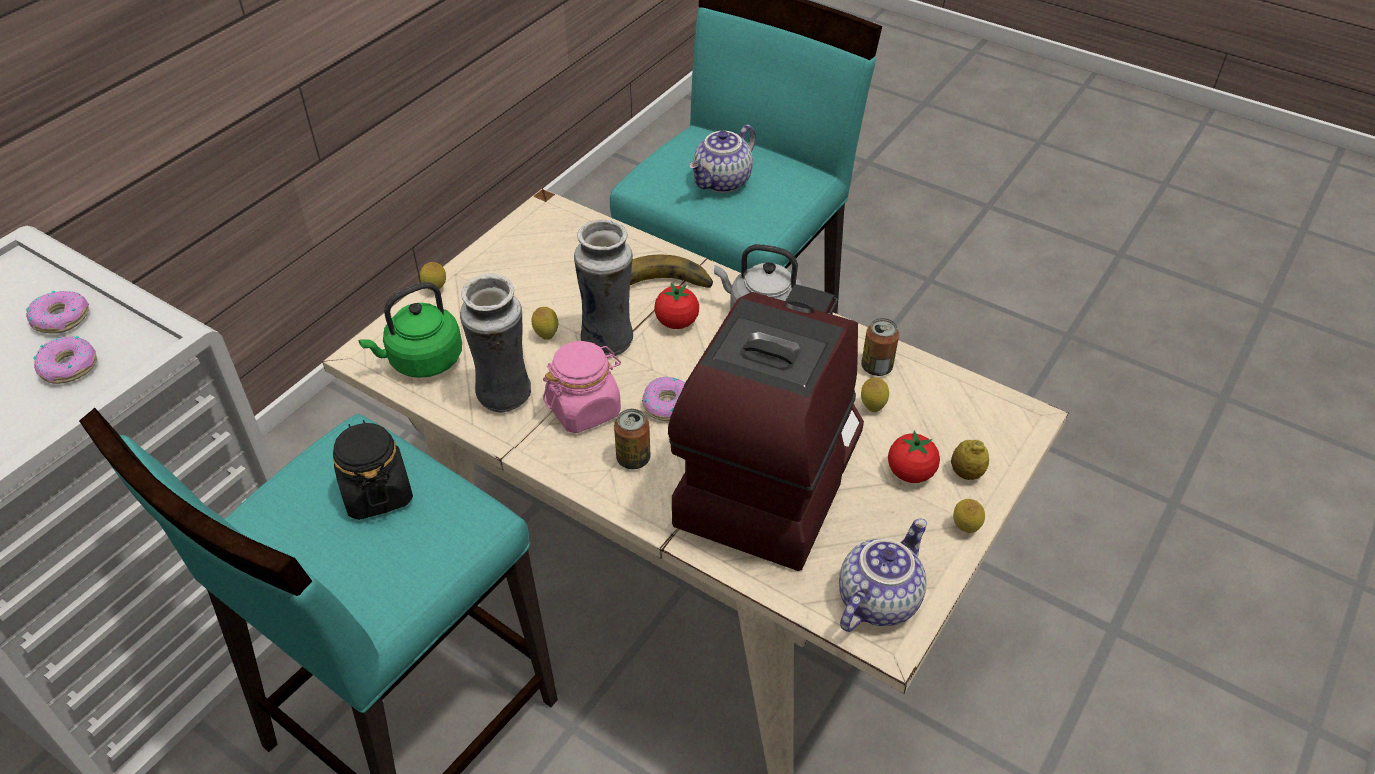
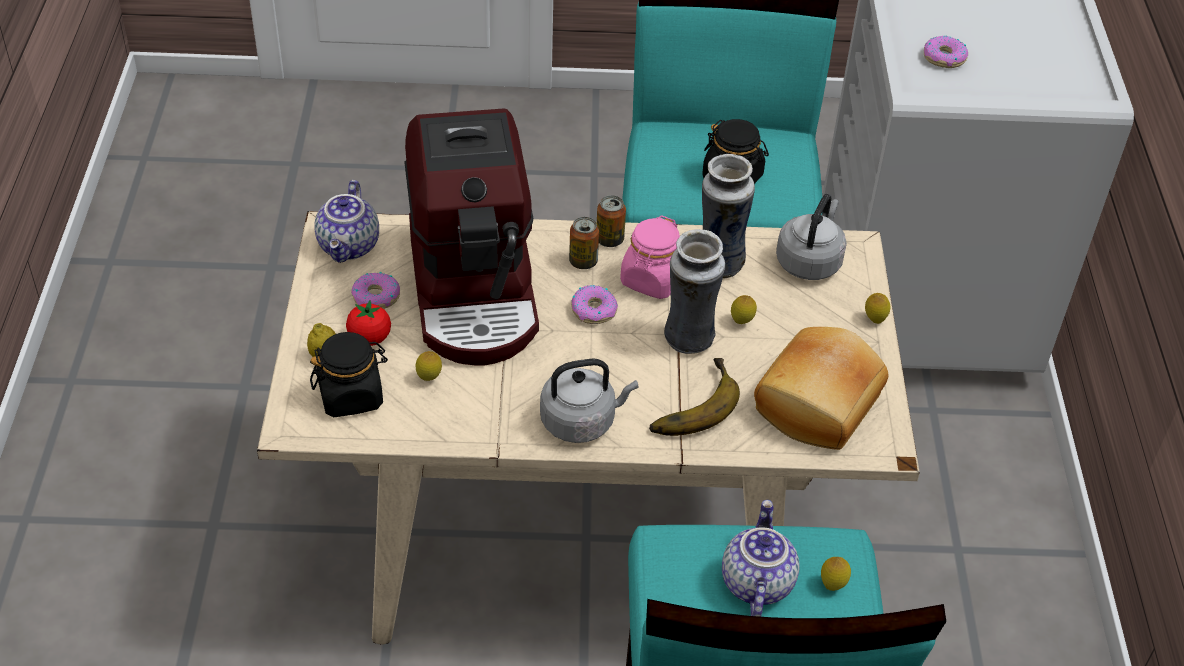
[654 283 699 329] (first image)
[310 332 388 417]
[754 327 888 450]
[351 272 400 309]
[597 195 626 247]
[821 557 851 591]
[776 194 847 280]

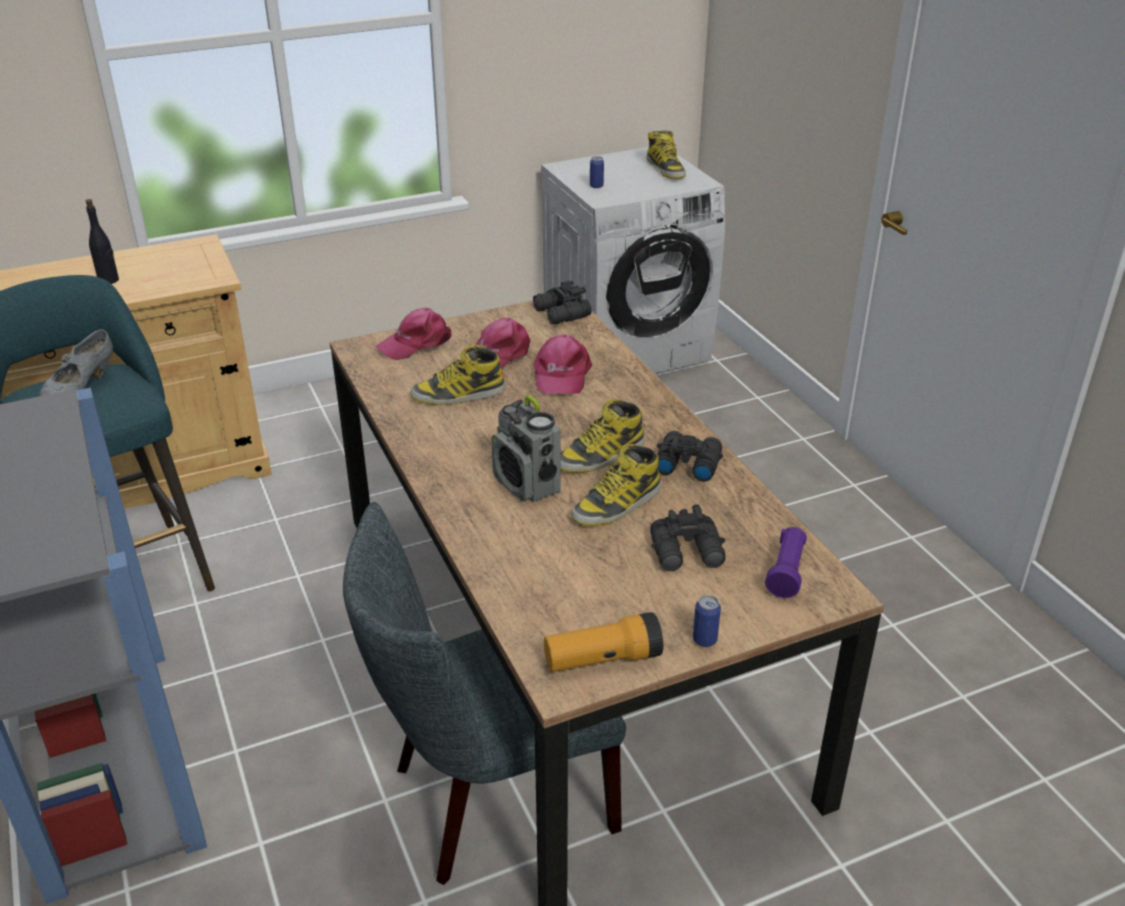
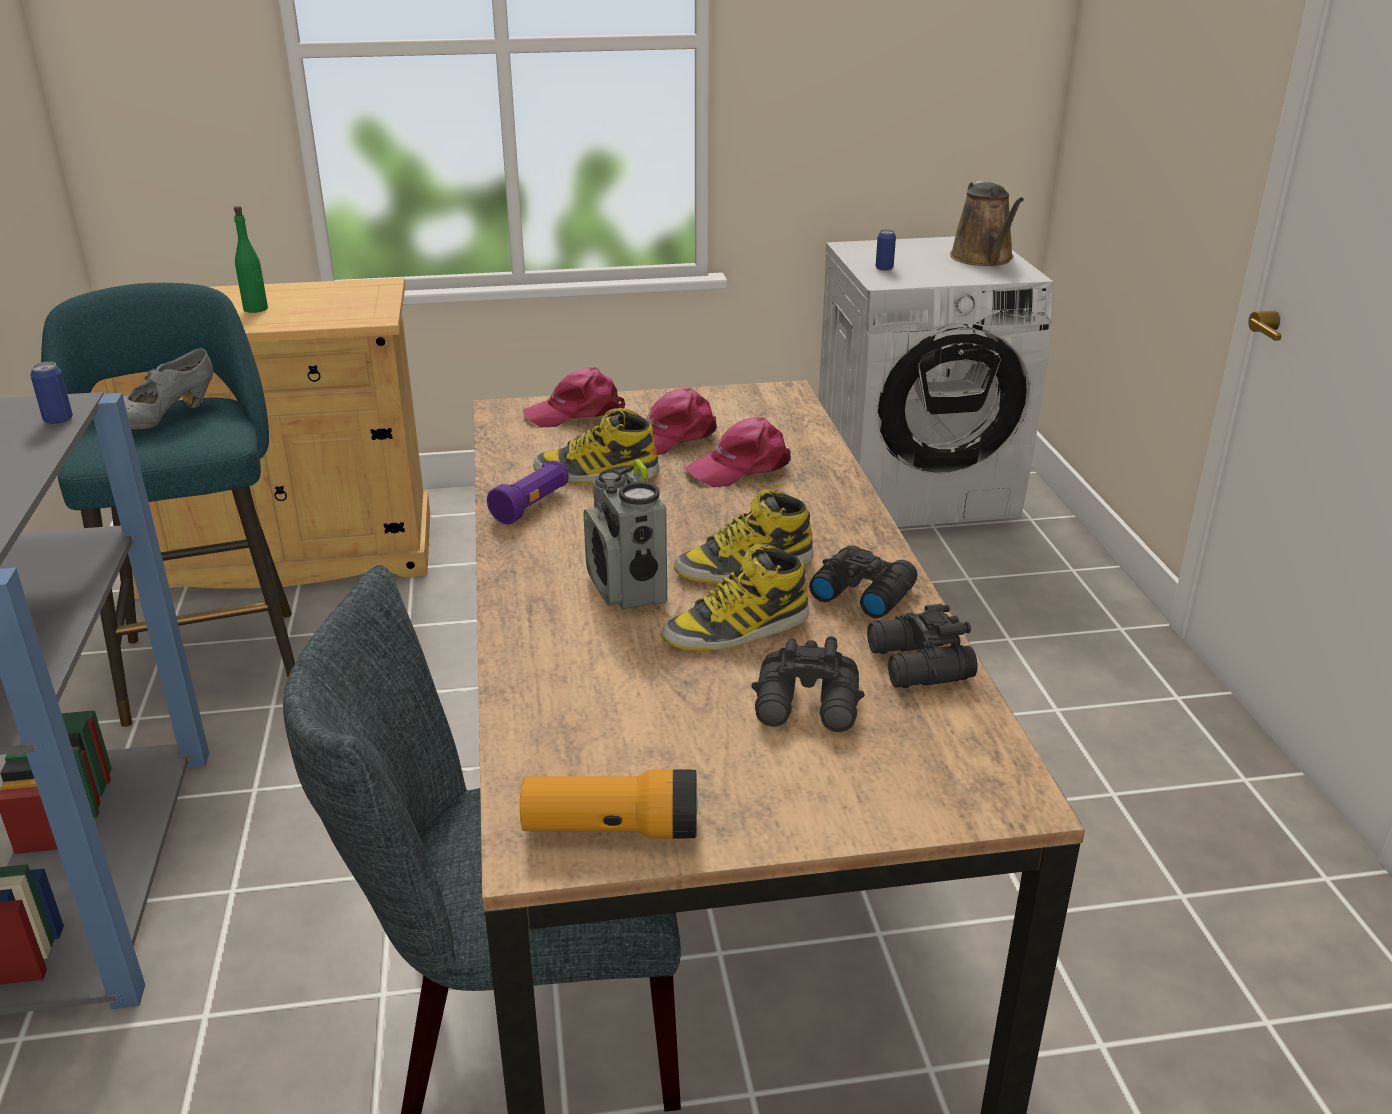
[867 604 978 688]
[30 362 73 425]
[487 460 569 524]
[950 181 1024 266]
[234 206 268 313]
[684 417 791 487]

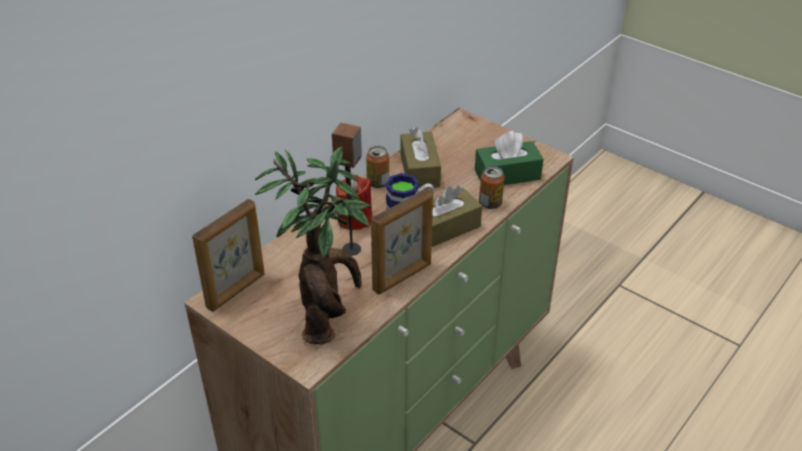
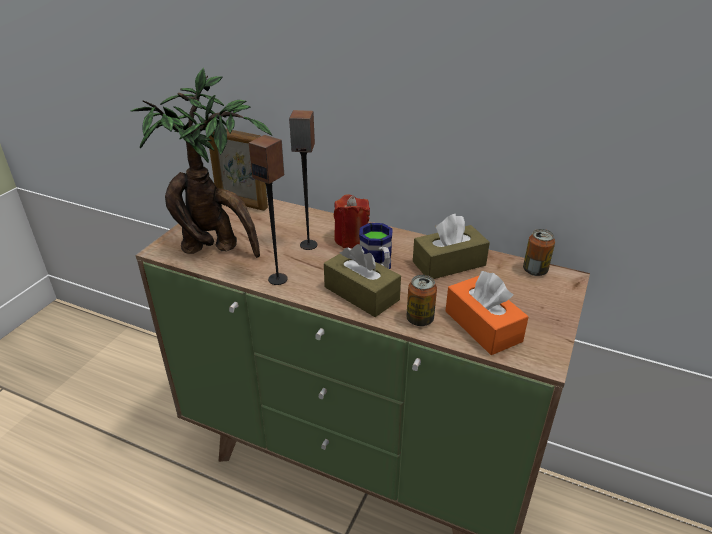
[523 229 555 276]
[249 135 288 285]
[445 271 529 355]

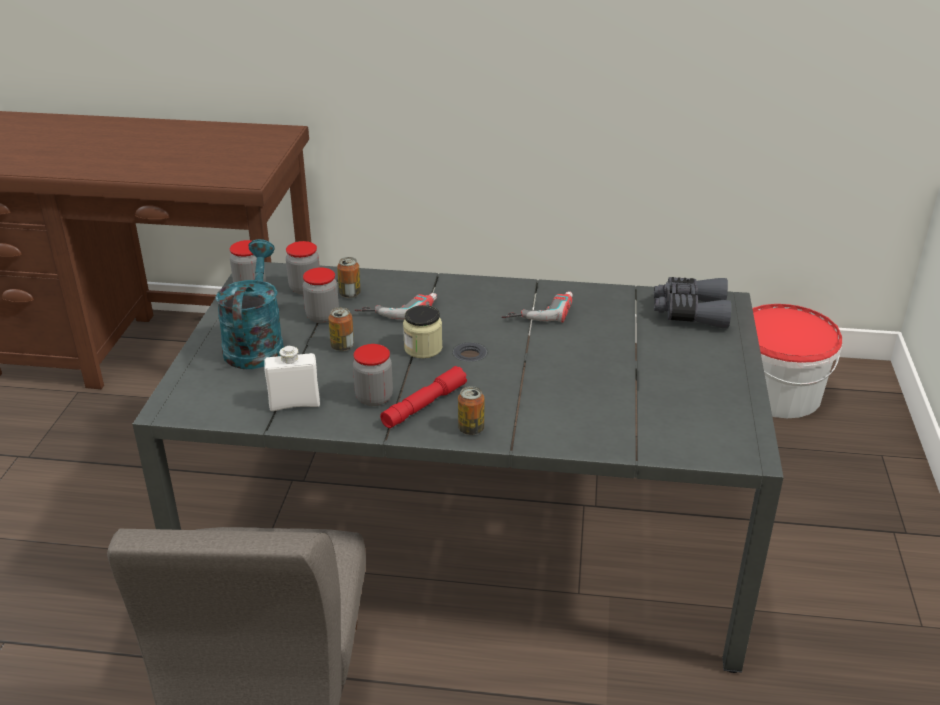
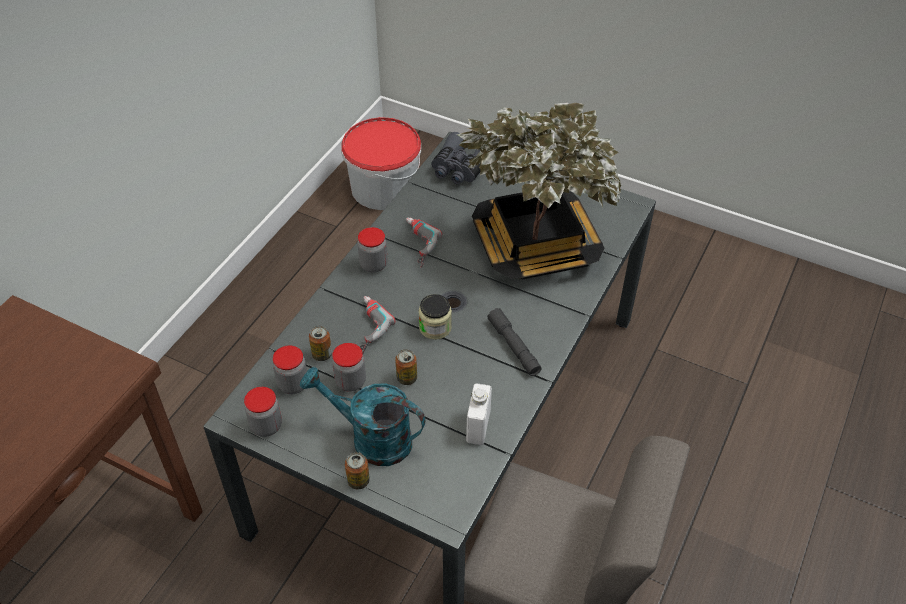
[456 103 621 279]
[358 227 387 273]
[345 452 370 490]
[487 308 542 376]

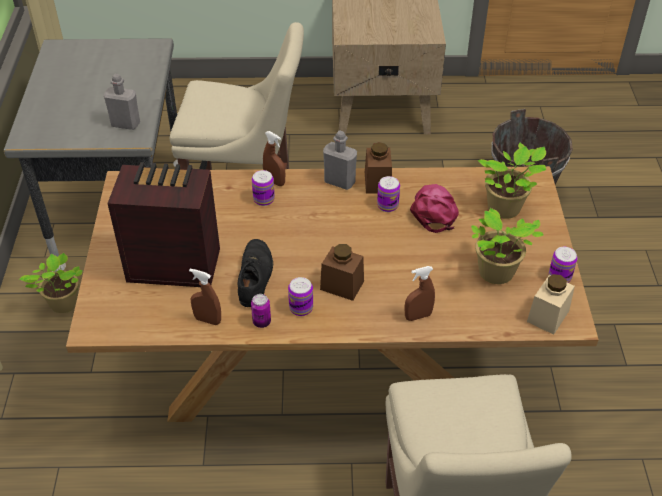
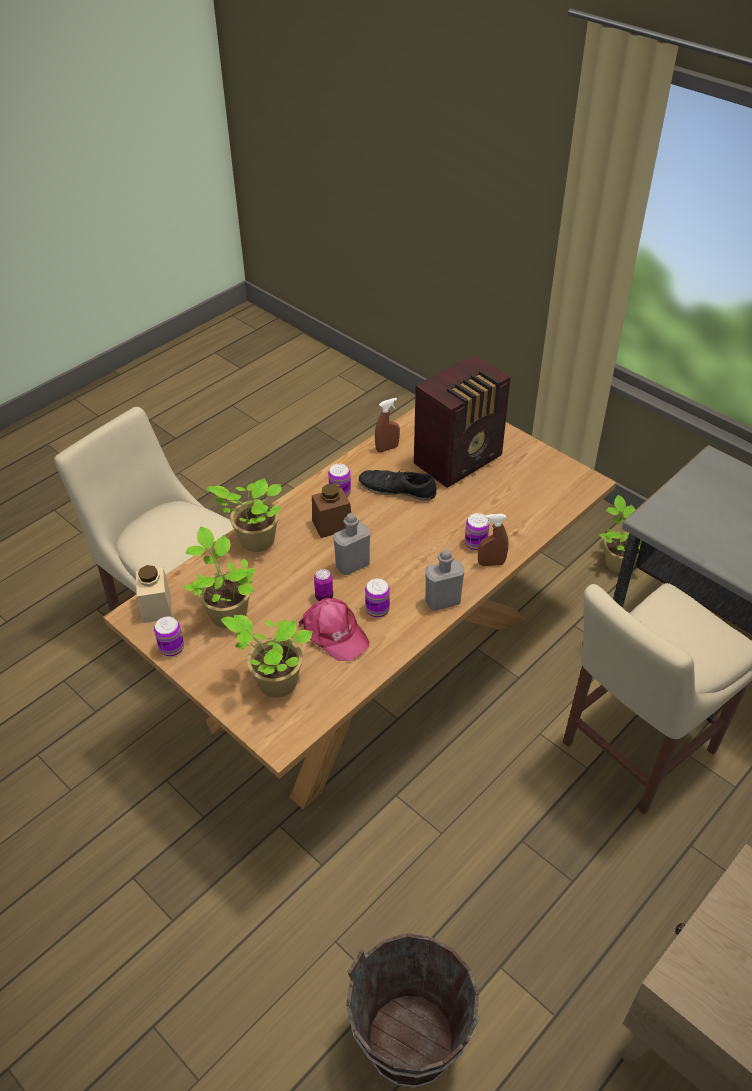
[365 142 392 194] (first image)
[333 513 370 575]
[314 569 333 601]
[206 478 281 552]
[359 470 436 501]

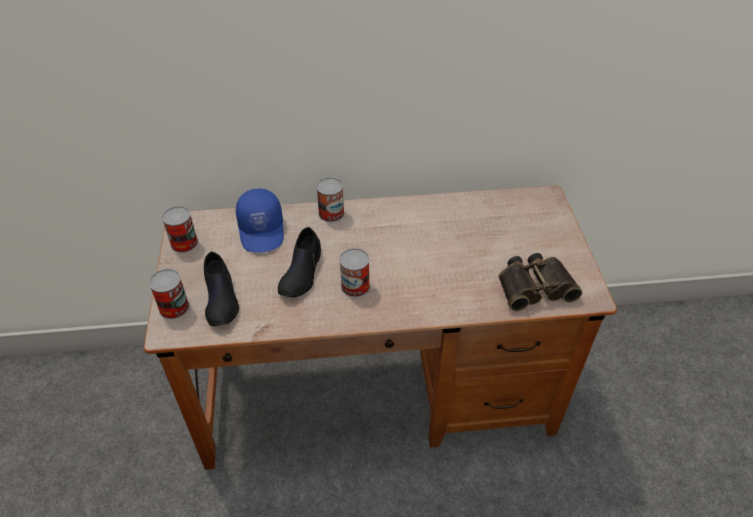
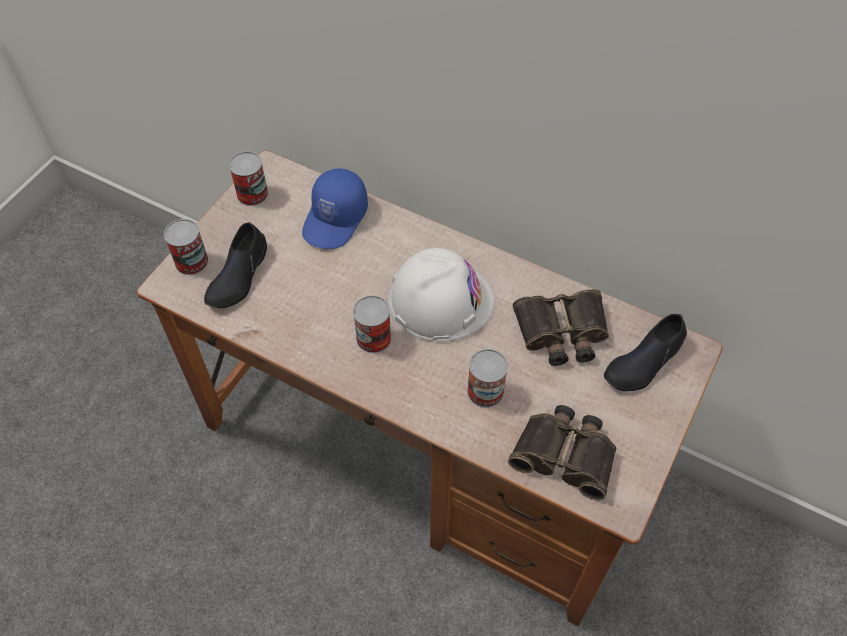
[388 248 494 341]
[513 289 609 366]
[604 314 687 391]
[467 349 508 408]

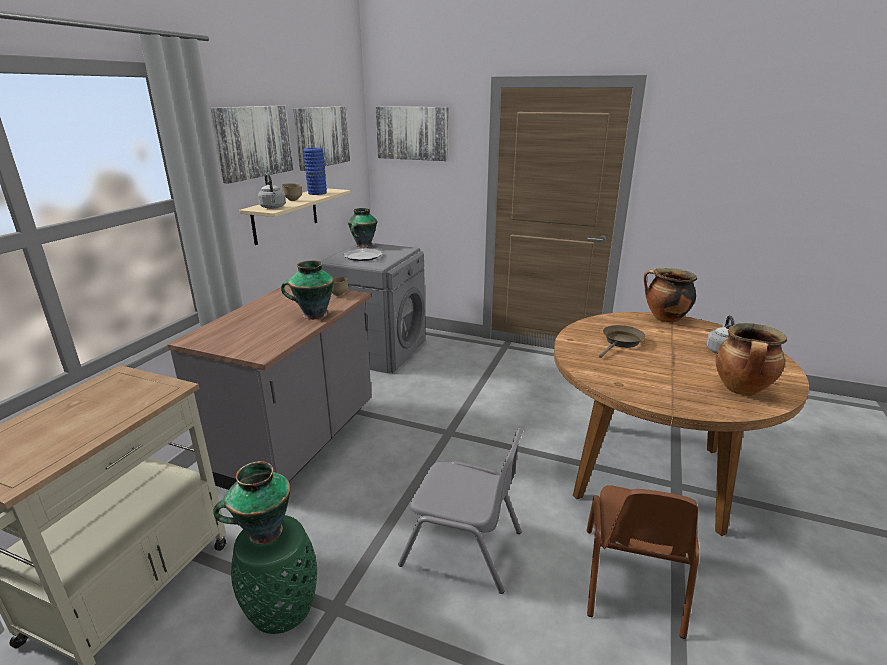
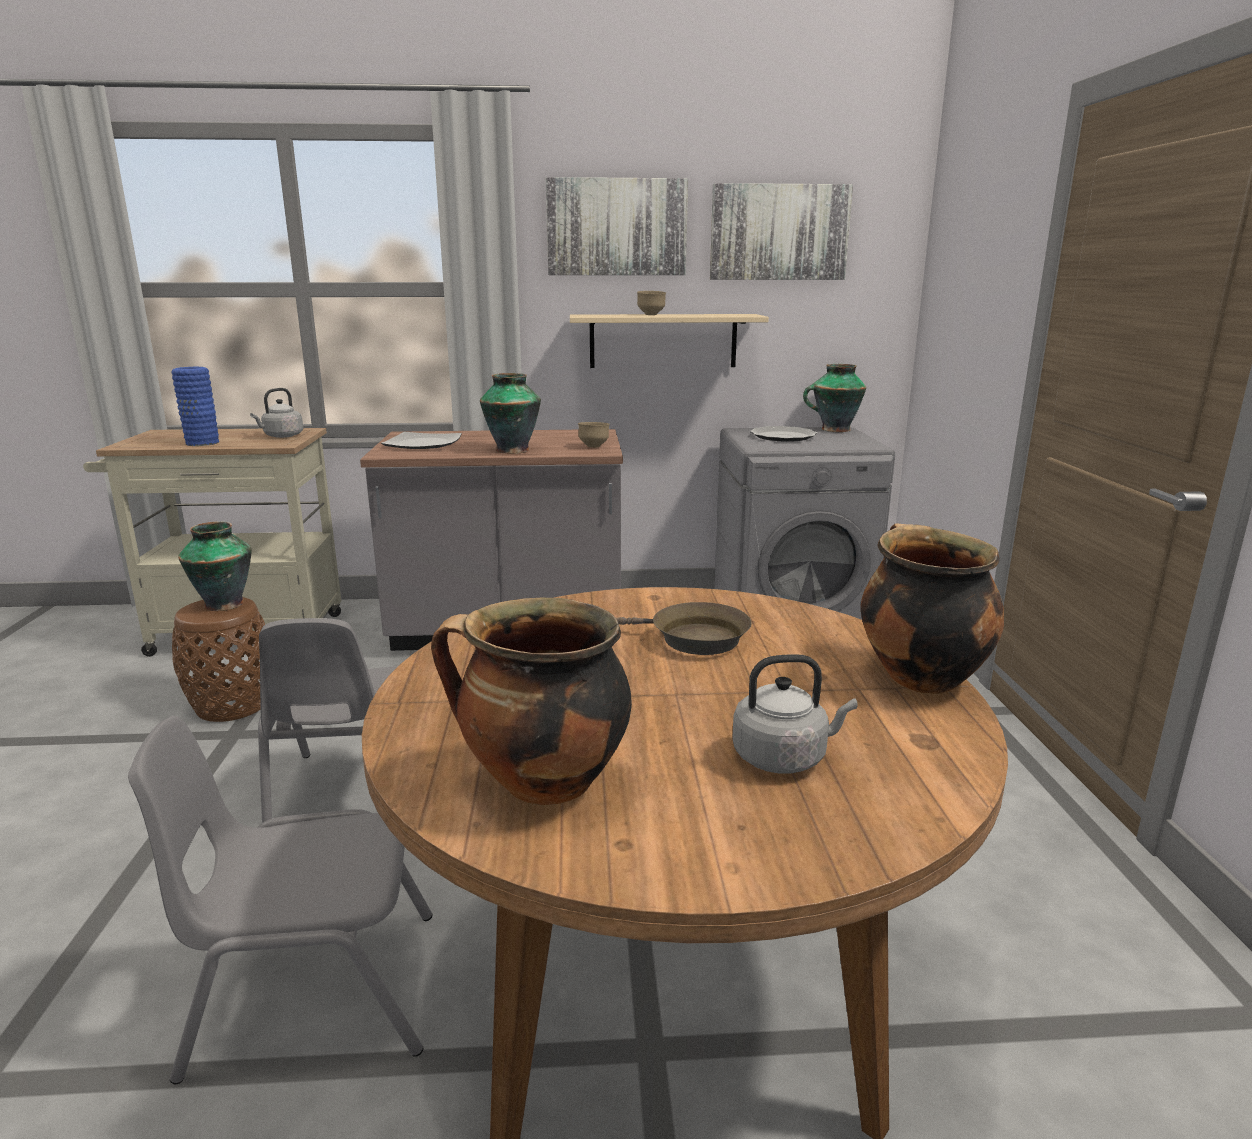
[375 106 449 161] (first image)
[381 432 462 449]
[250 388 303 438]
[172 367 219 446]
[172 597 265 722]
[128 716 433 1084]

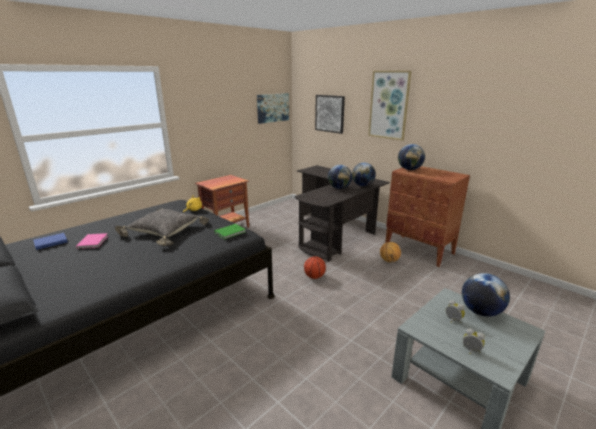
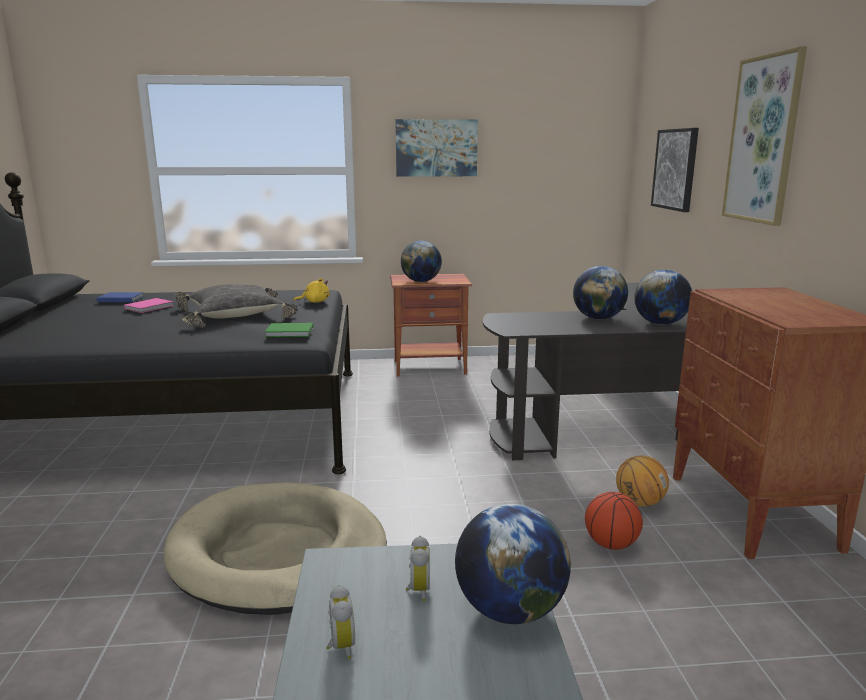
[164 482 387 615]
[395 119 478 177]
[585 492 643 550]
[401 241 442 282]

